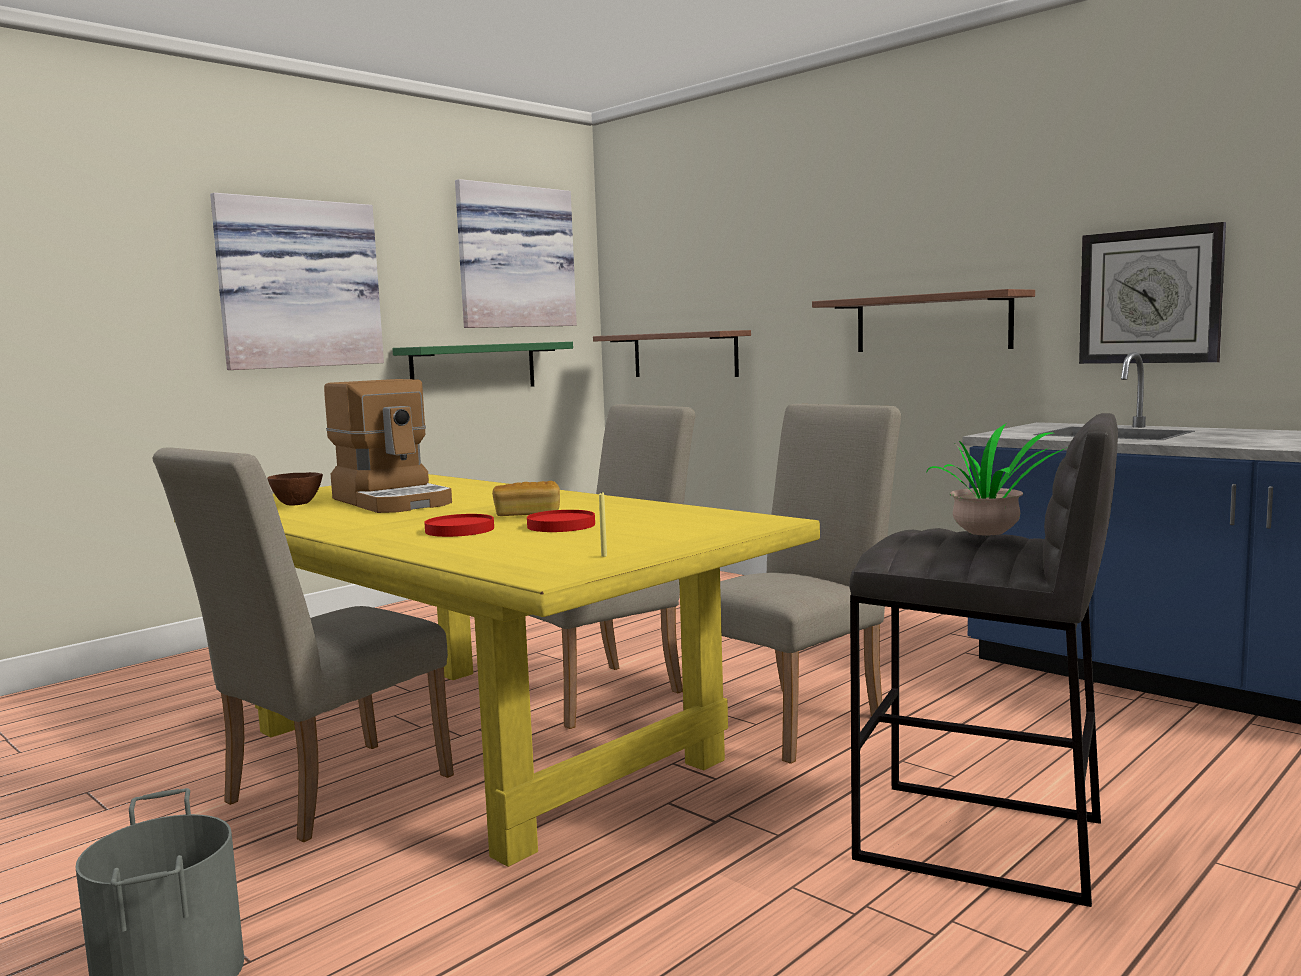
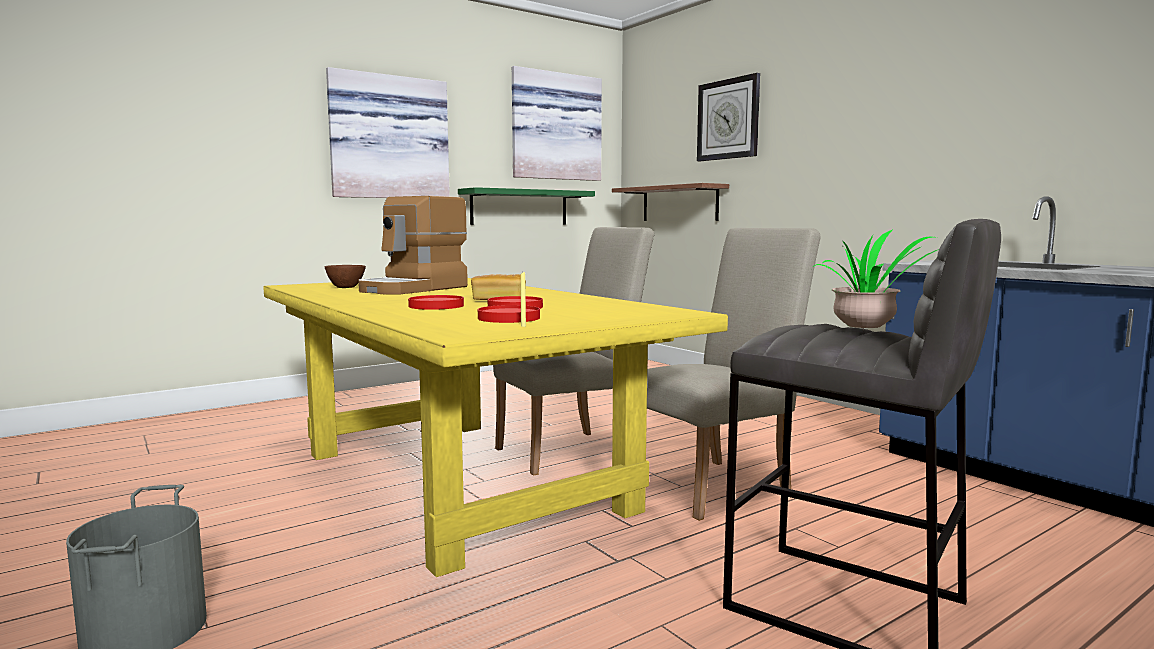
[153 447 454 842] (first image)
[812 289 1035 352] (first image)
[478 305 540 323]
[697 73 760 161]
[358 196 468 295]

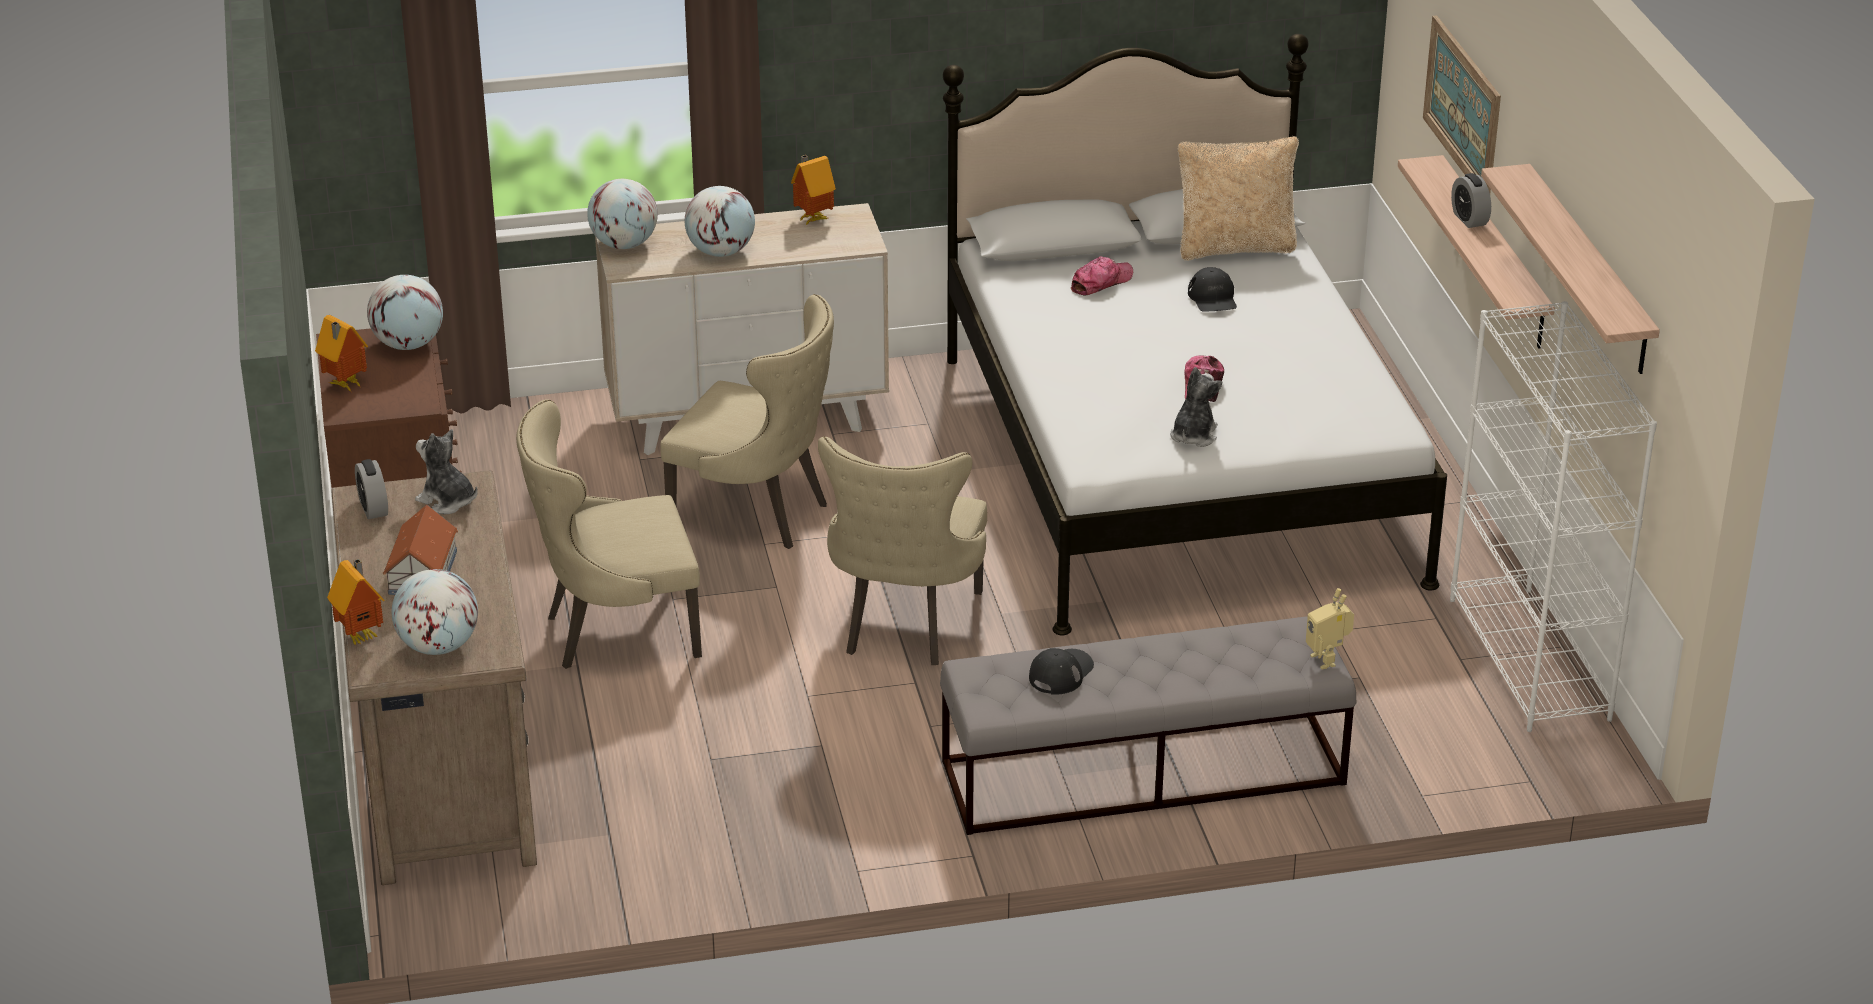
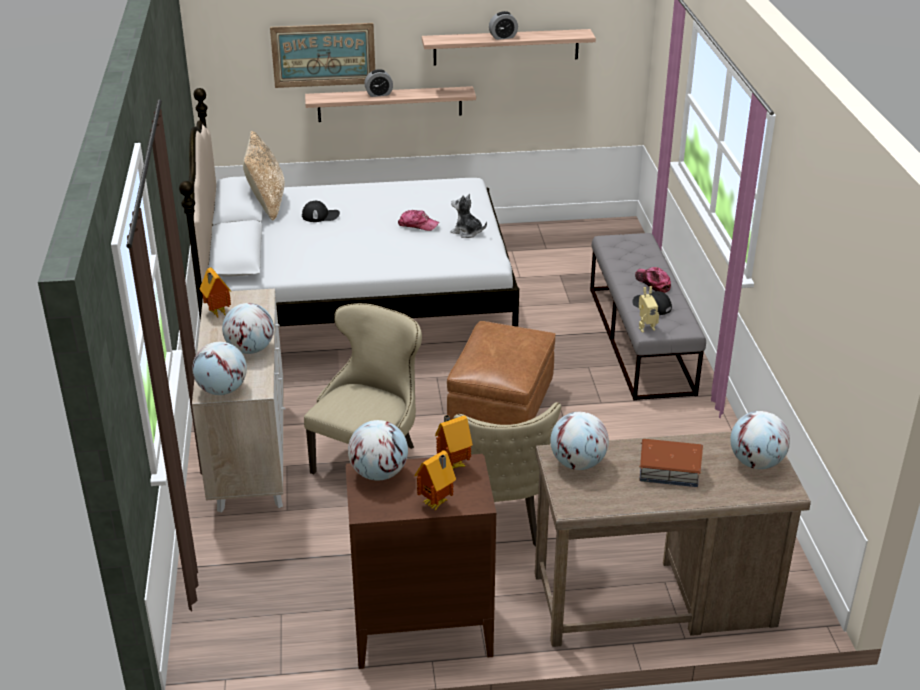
[1450 301 1657 732] (first image)
[435 415 473 469]
[489 11 518 40]
[635 267 671 293]
[639 286 659 332]
[550 412 609 470]
[447 321 556 425]

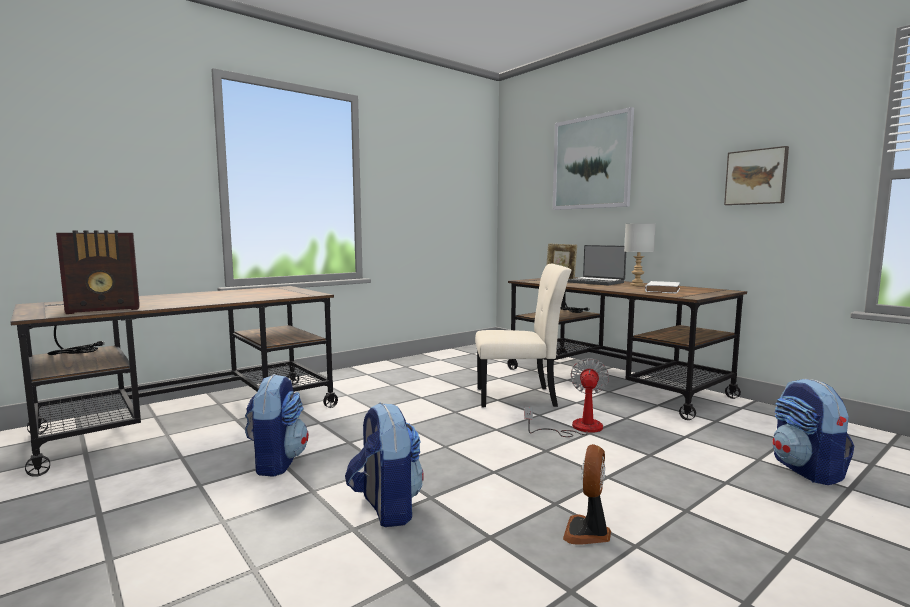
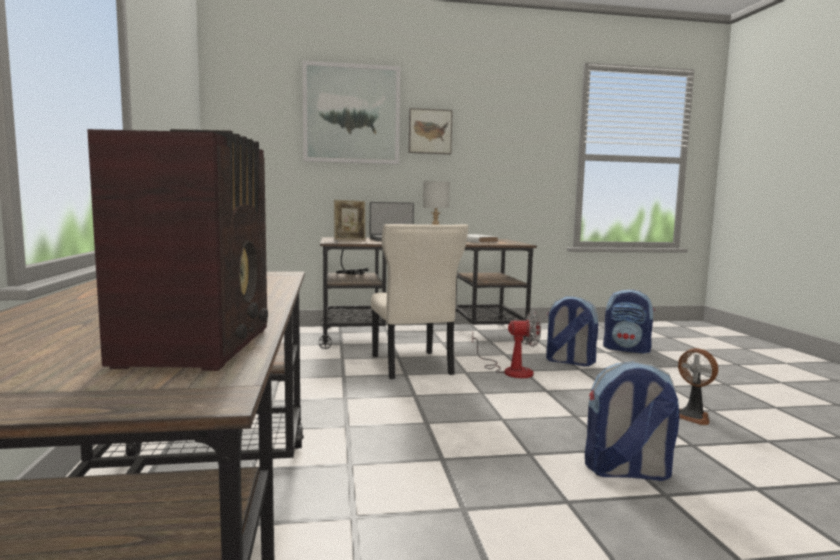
[546 296 598 366]
[409 108 453 154]
[371 224 468 379]
[472 311 541 378]

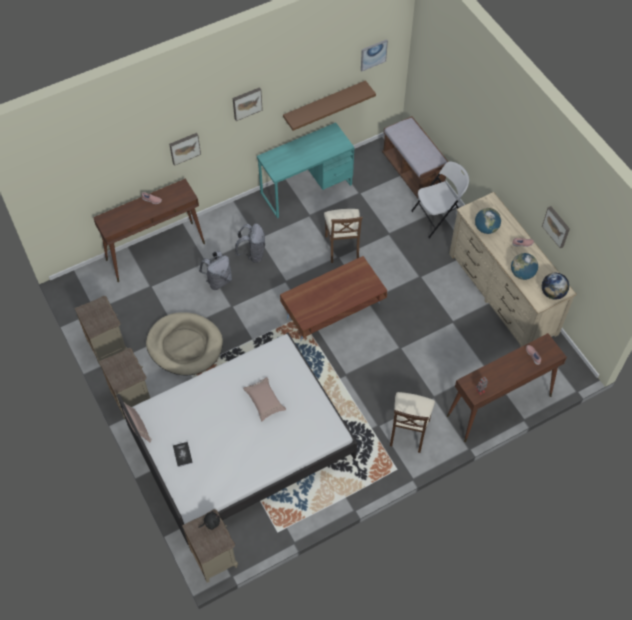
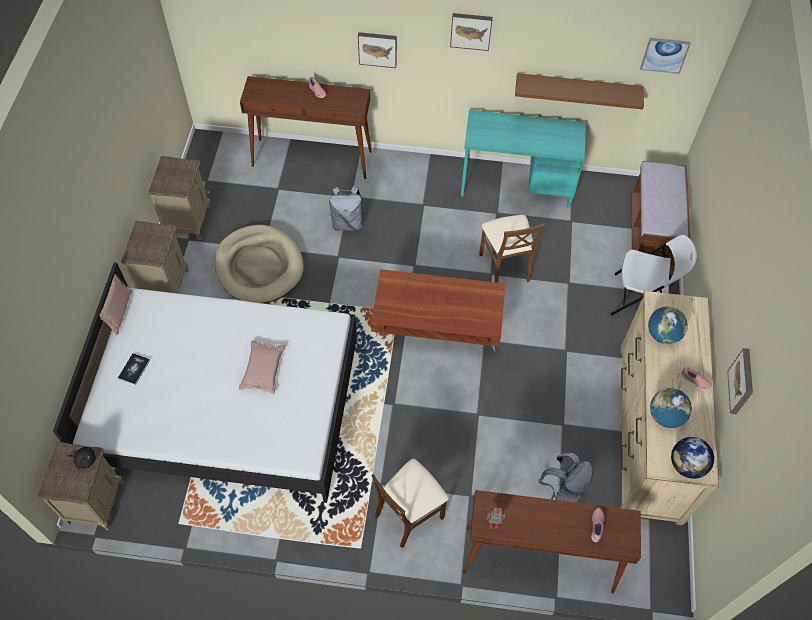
[538 453 593 503]
[479 215 545 283]

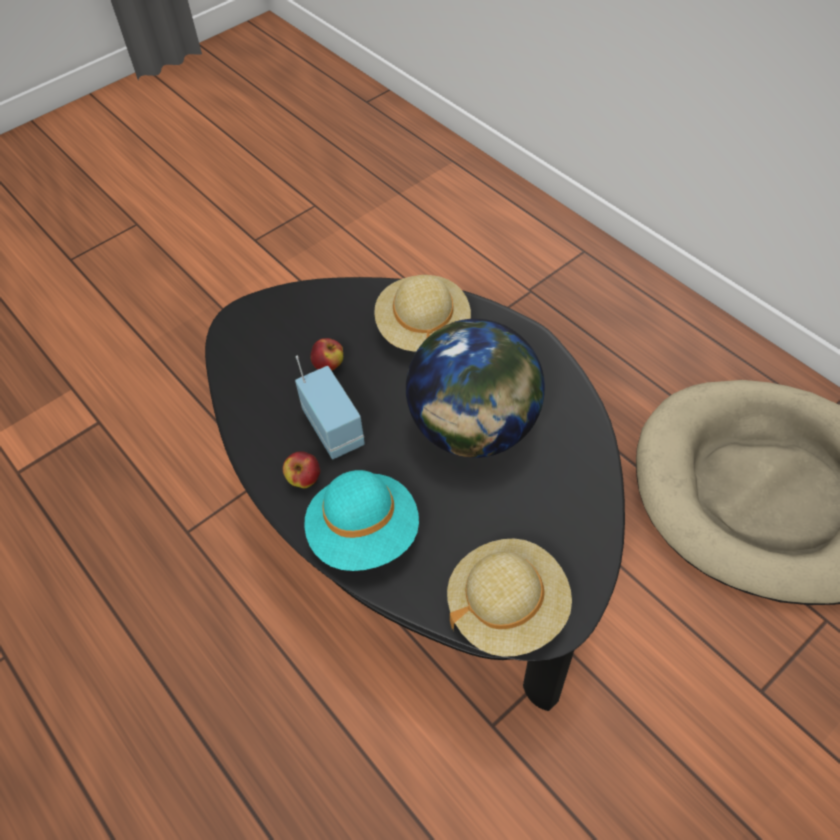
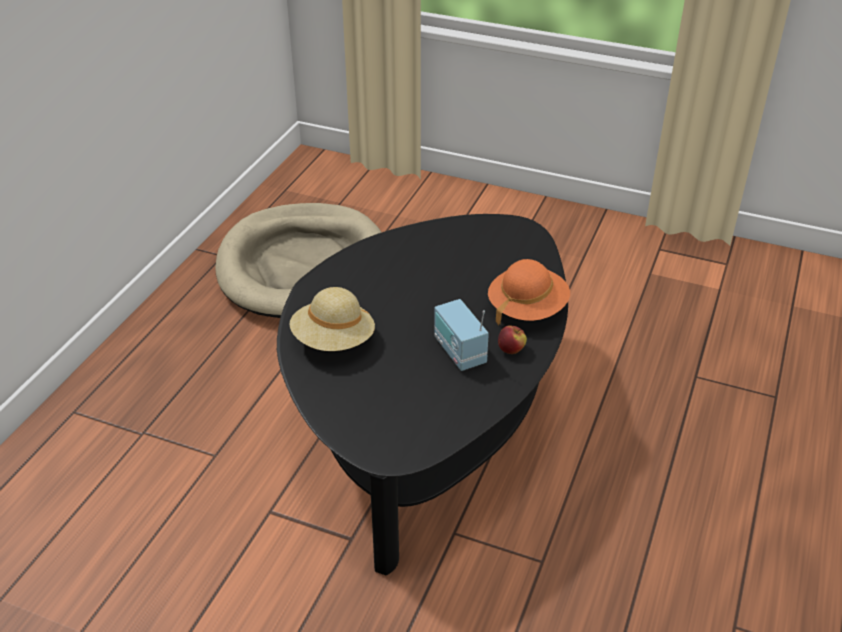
[310 338 343 371] (first image)
[406 319 545 458] (first image)
[447 539 572 657] (first image)
[488 259 570 325]
[434 299 489 371]

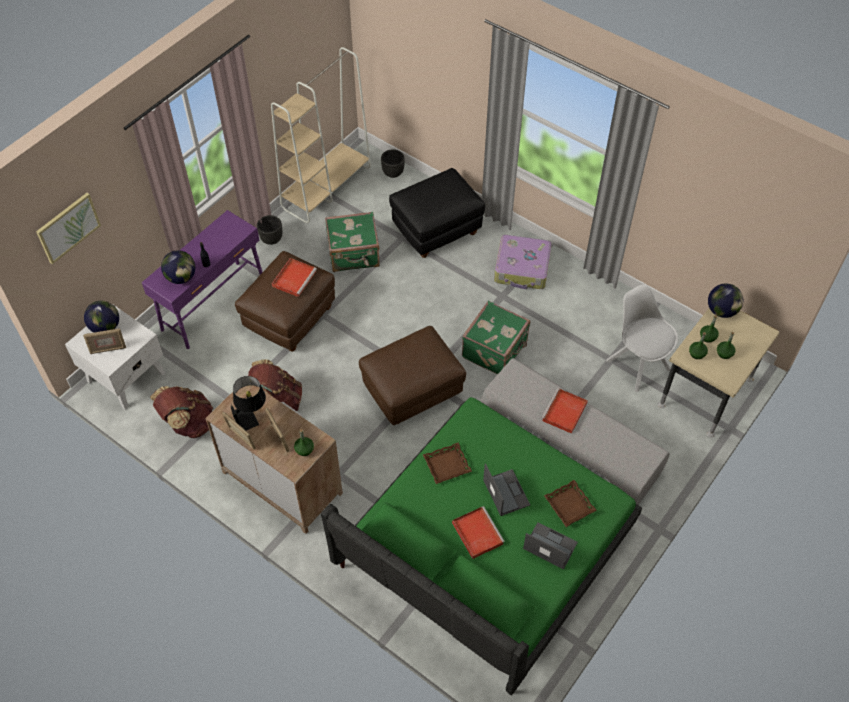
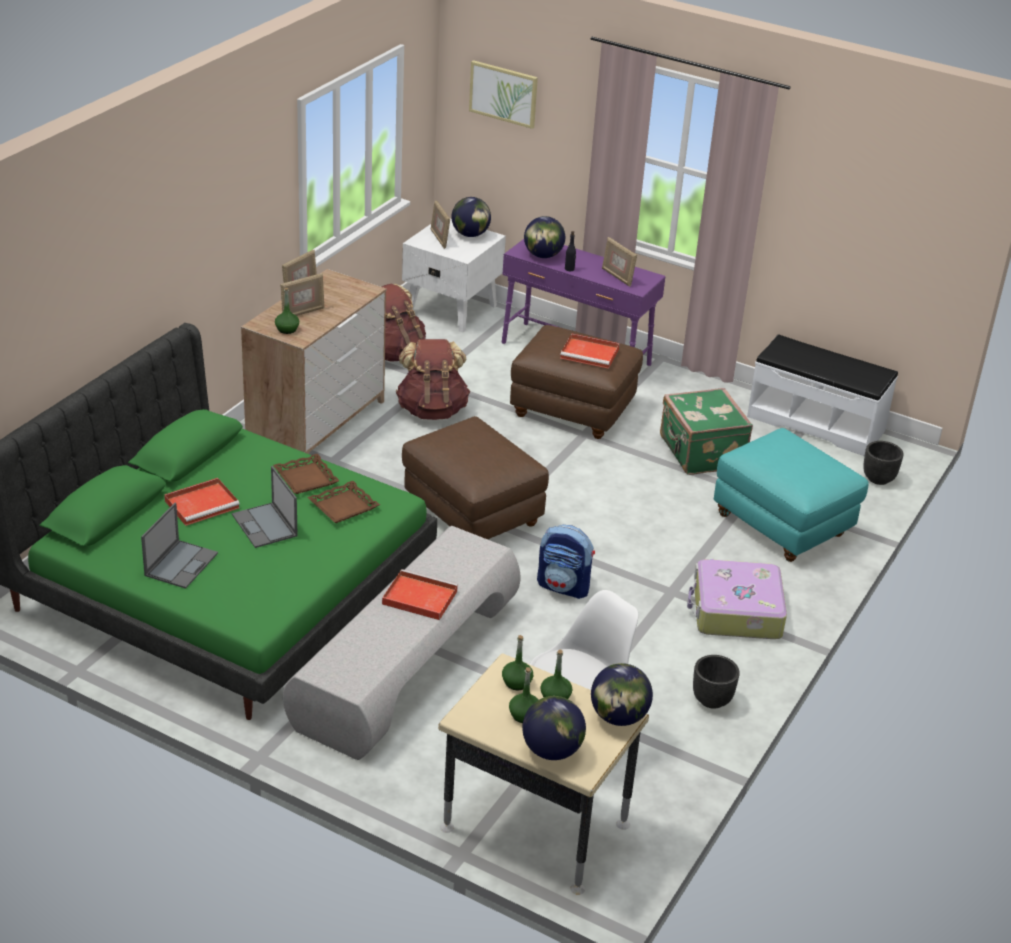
[231 376 266 431] (first image)
[522 696 586 760]
[602 237 637 287]
[693 655 739 709]
[307 481 380 523]
[747 334 898 456]
[537 525 595 599]
[714 428 868 562]
[232 466 298 548]

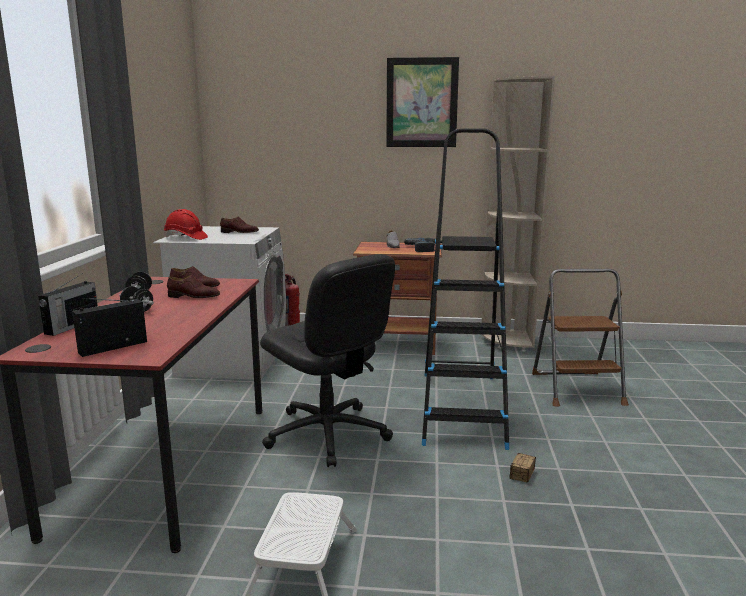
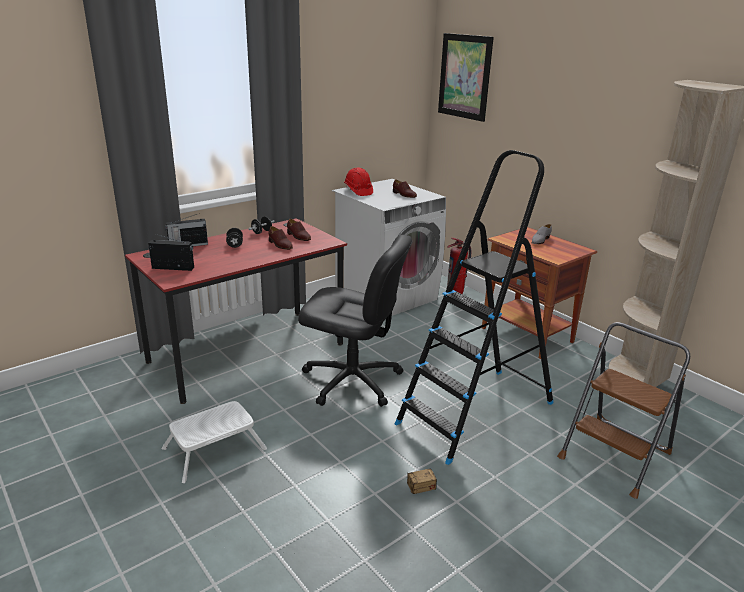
[404 238 436 252] (first image)
[438 33 494 122]
[298 235 413 407]

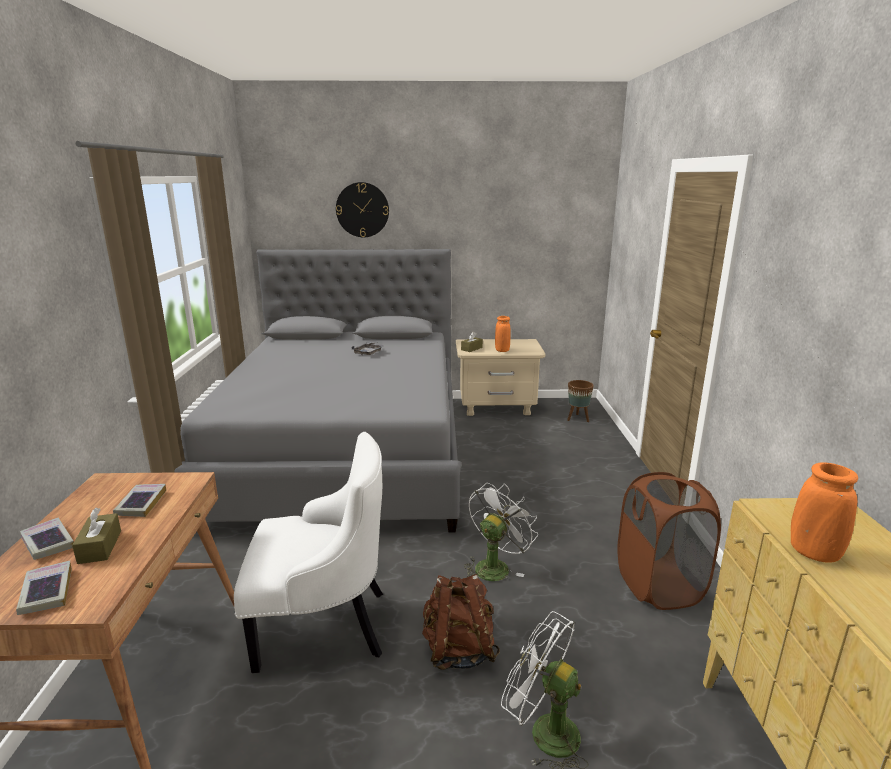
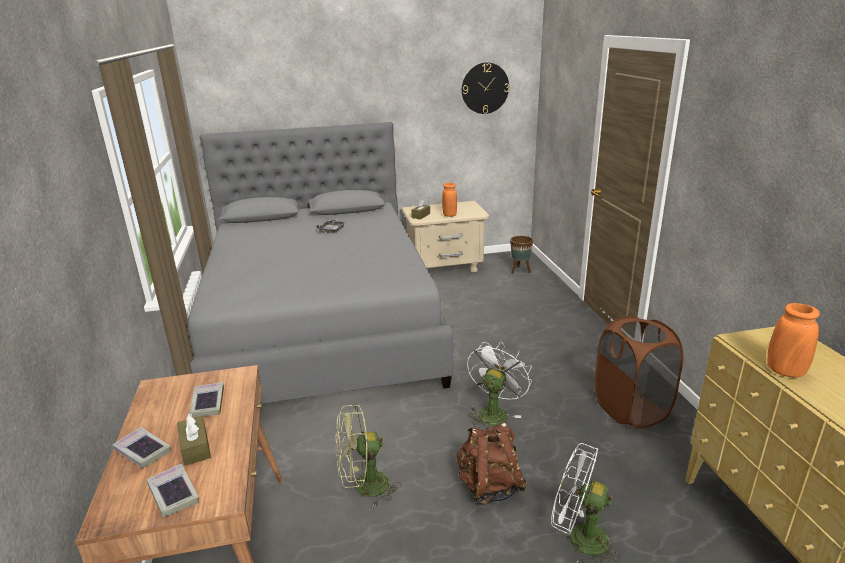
[462 62 509 114]
[335 404 401 508]

